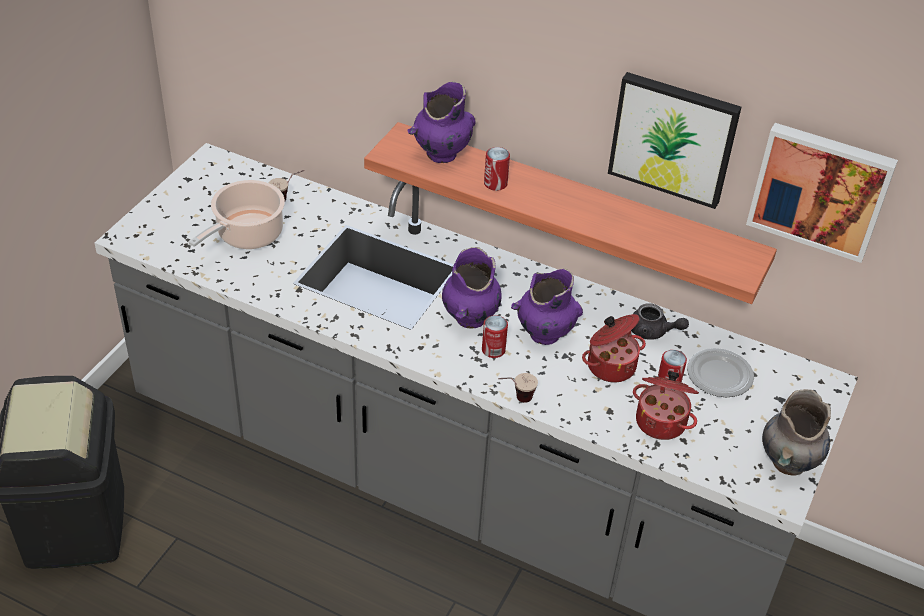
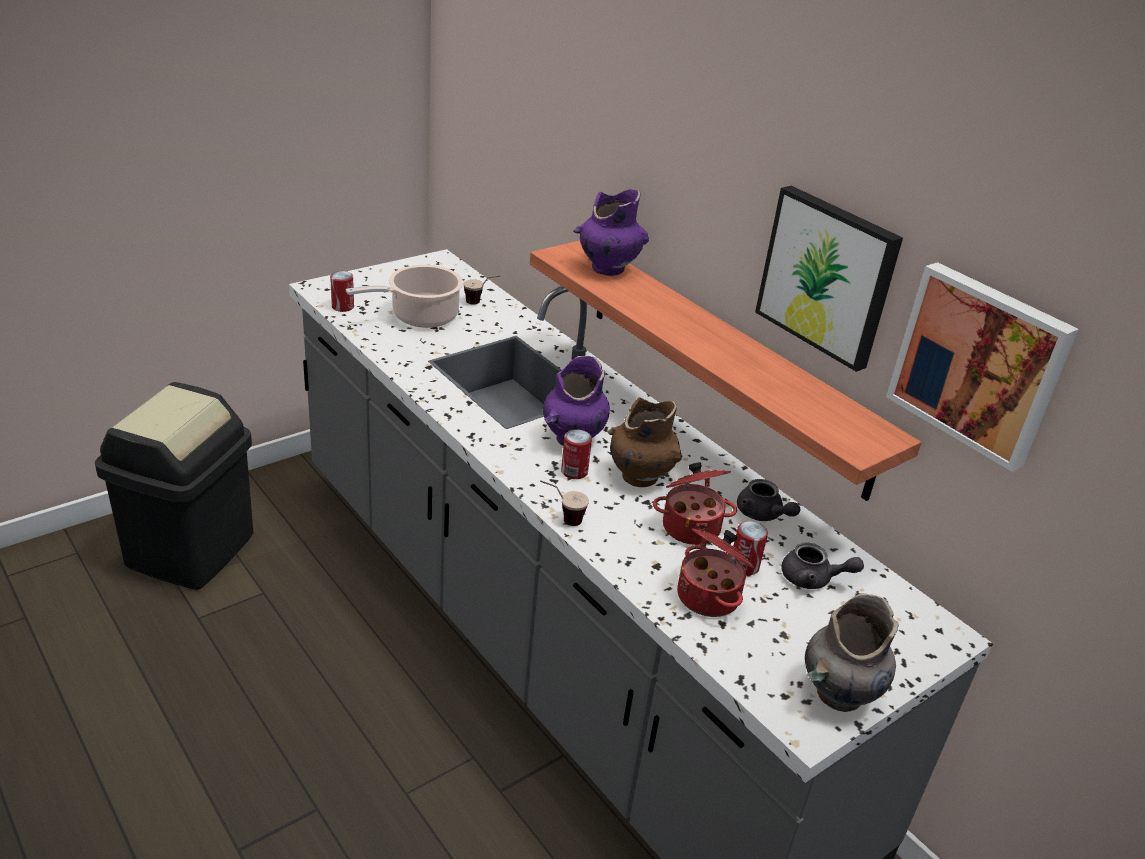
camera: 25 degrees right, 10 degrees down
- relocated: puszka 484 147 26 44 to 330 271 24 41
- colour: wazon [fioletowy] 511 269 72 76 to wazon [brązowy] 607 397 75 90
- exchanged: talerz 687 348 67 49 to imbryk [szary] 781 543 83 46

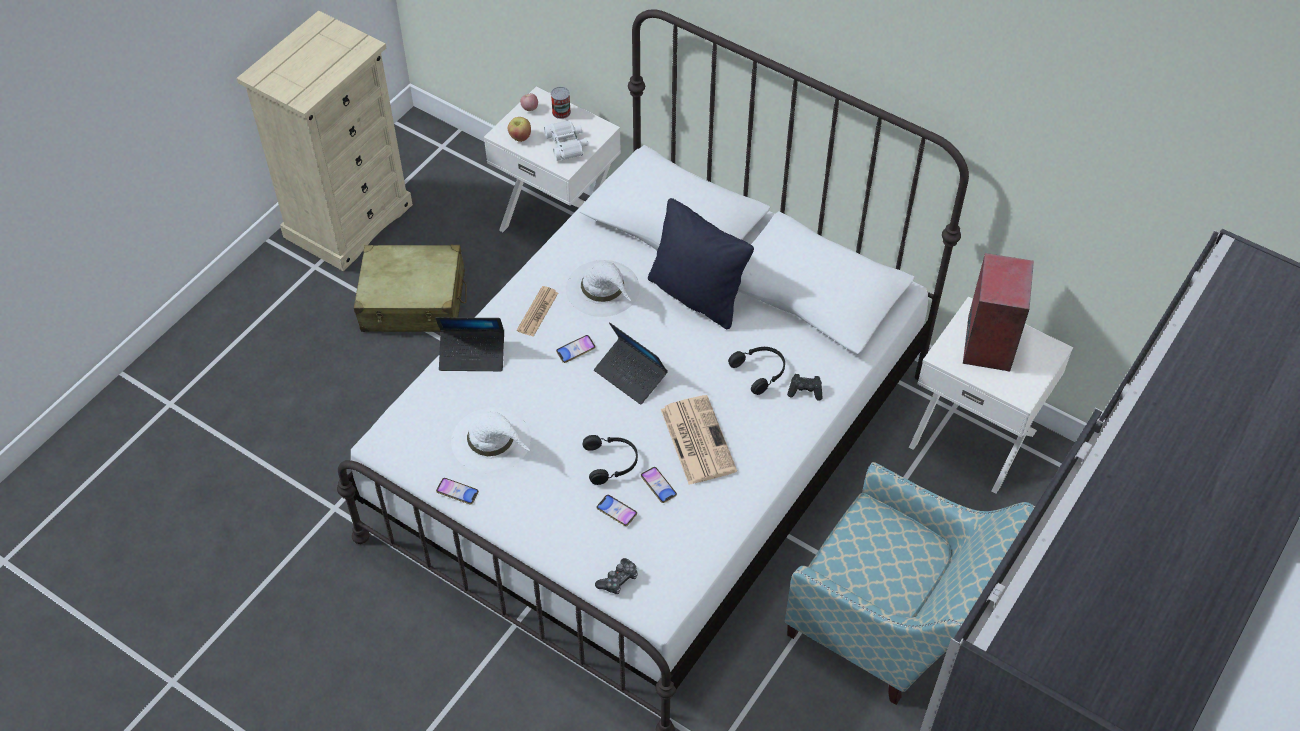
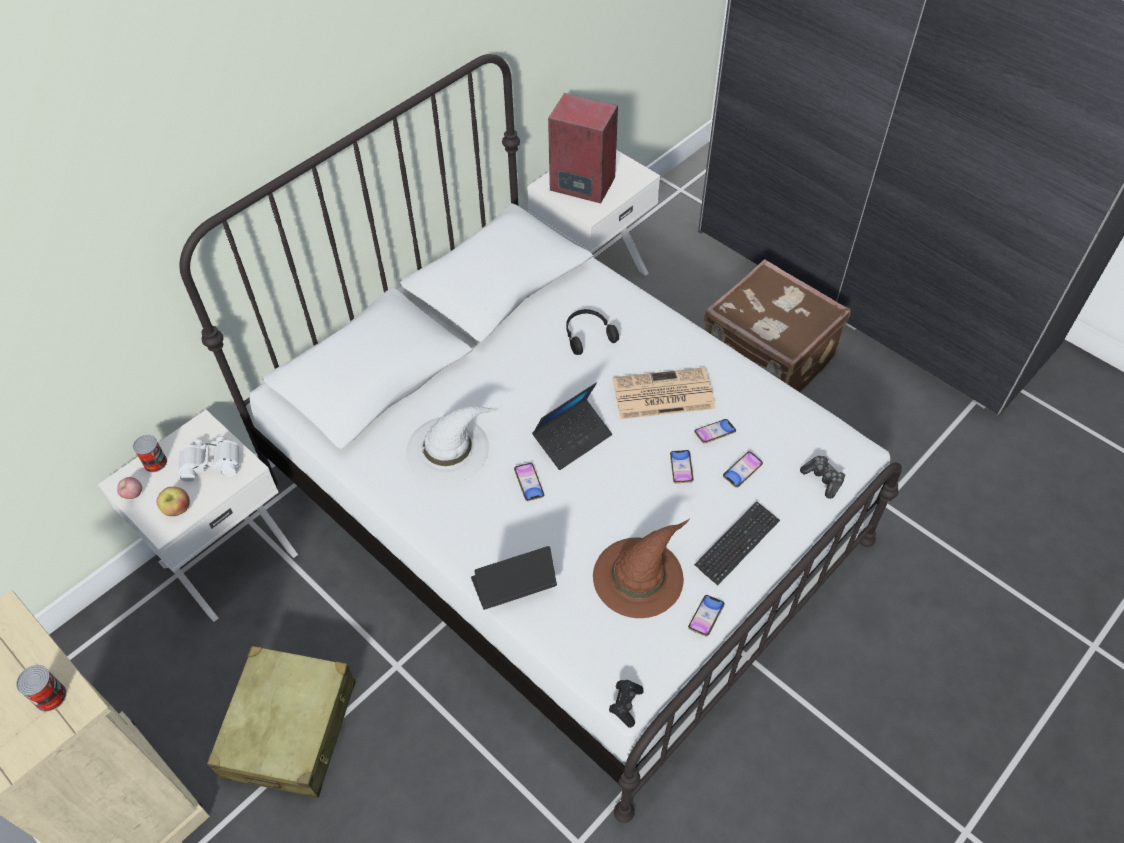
camera: 80 degrees left, 0 degrees up
- spun: laptop 435 317 69 54 = 471 546 86 64 120 degrees counterclockwise
- colour: kapelusz [biały] 451 407 80 66 to kapelusz [brązowy] 593 519 96 99
- missing: gazeta 517 286 41 51
- exchanged: słuchawki [czarny] 583 435 55 50 to telefon 670 450 24 33
- missing: poduszka [czarny] 648 198 106 131
- exchanged: fotel 785 462 250 243 to walizka [brązowy] 704 259 147 134
- relocated: pad do gier [czarny] 787 374 35 27 to 609 680 35 48
- appeared: puszka 16 665 51 47
- appeared: klawiatura 694 501 86 84

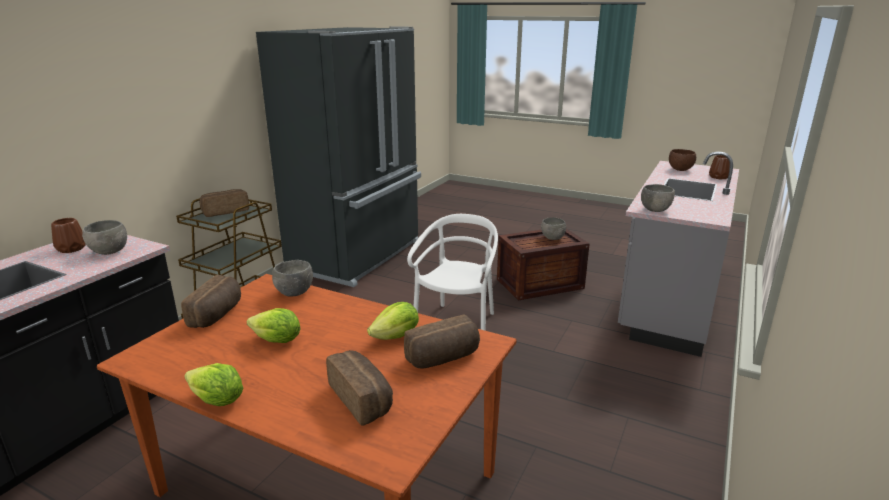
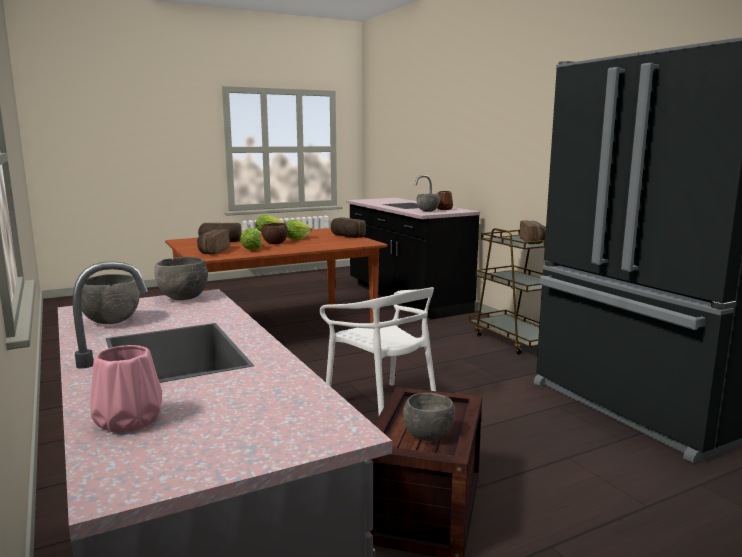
camera: 125 degrees right, 10 degrees down
- relocated: miska [szary] 272 260 41 36 to 81 274 59 50
- relocated: miska [brązowy] 669 149 27 22 to 261 223 27 21
- colour: wazon [brązowy] 709 155 21 24 to wazon [różowy] 90 345 72 88

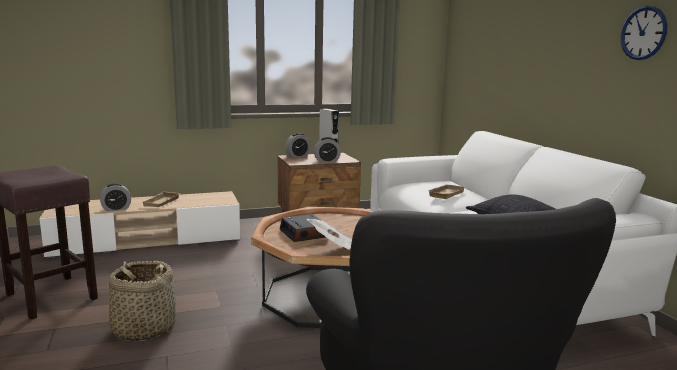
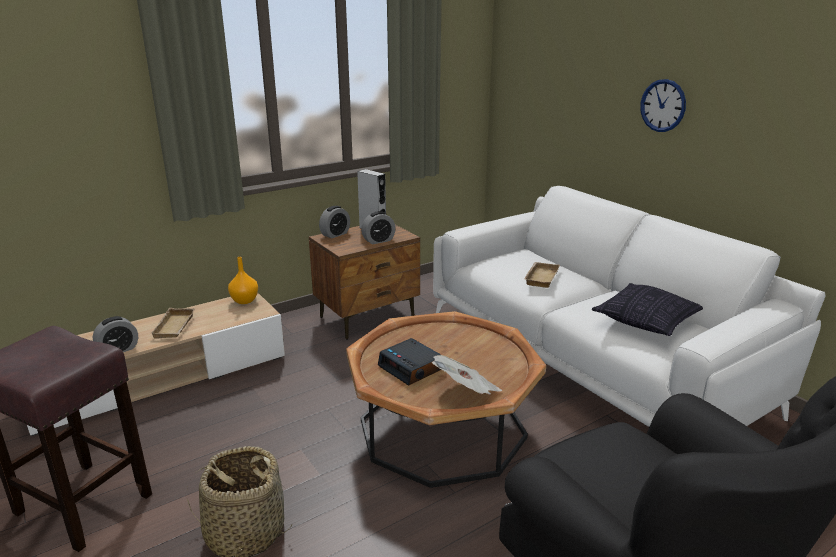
camera: 15 degrees left, 10 degrees up
- relocated: zegar ścienny 620 6 47 54 to 640 79 46 53
- appeared: wazon [pomarańczowy] 228 257 30 47

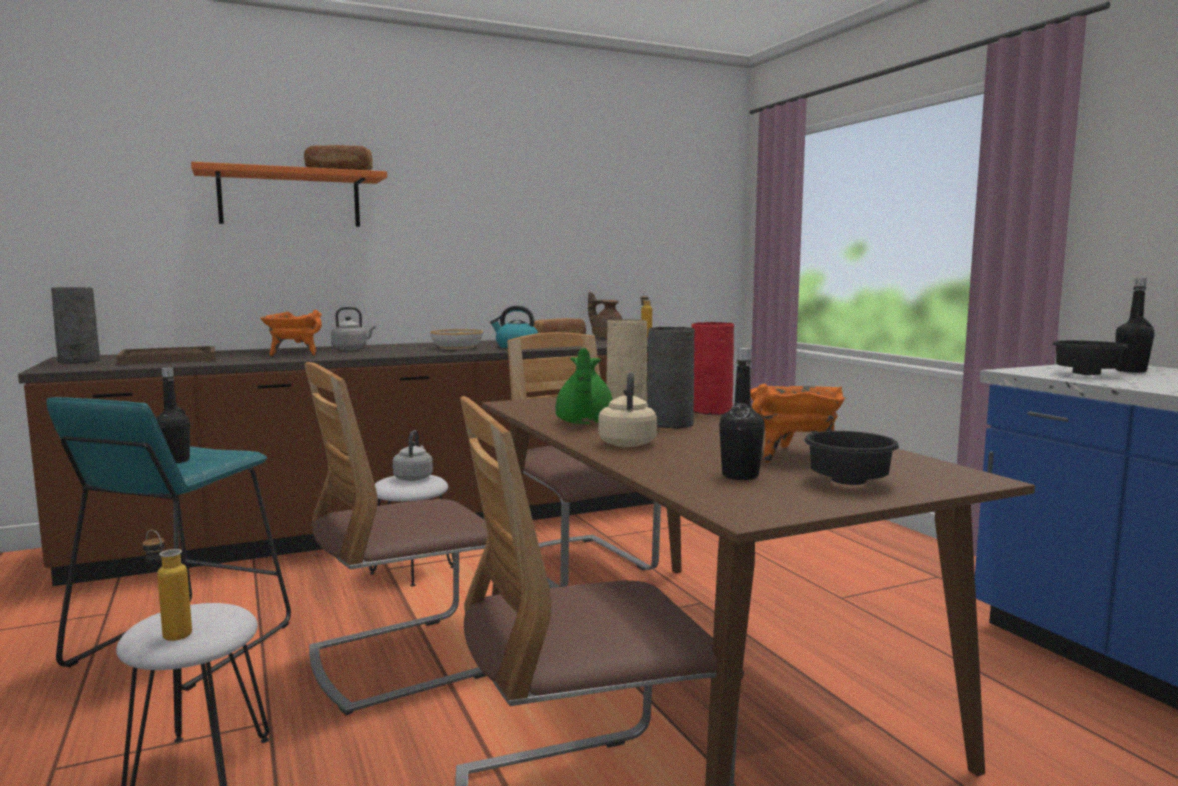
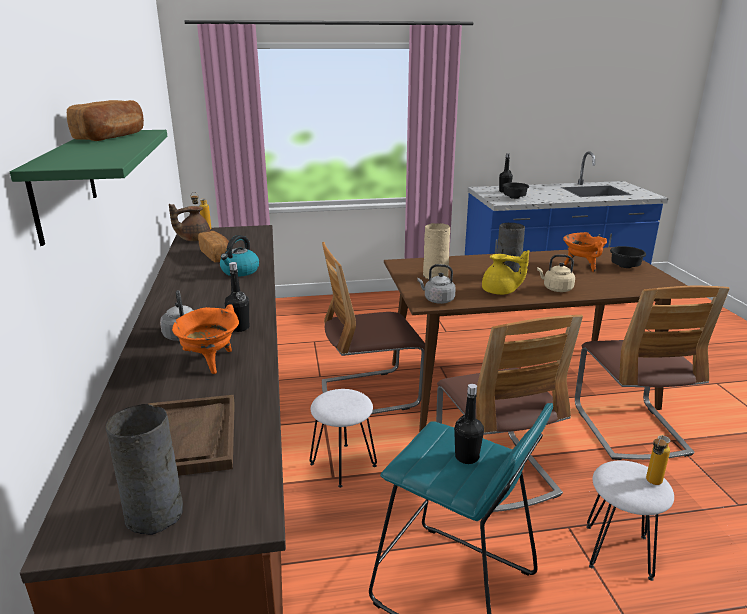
camera: 75 degrees left, 15 degrees up
- colour: półka [pomarańczowy] 191 162 196 65 to półka [zielony] 10 130 158 116
- relocated: czajnik [szary] 392 430 41 51 to 417 264 39 40
- missing: miska 430 329 53 21
- colour: imbryk [zielony] 555 348 58 76 to imbryk [żółty] 482 250 47 45
- missing: wazon [czerwony] 691 322 43 93
- relocated: butelka [czarny] 719 348 46 132 to 225 262 24 70

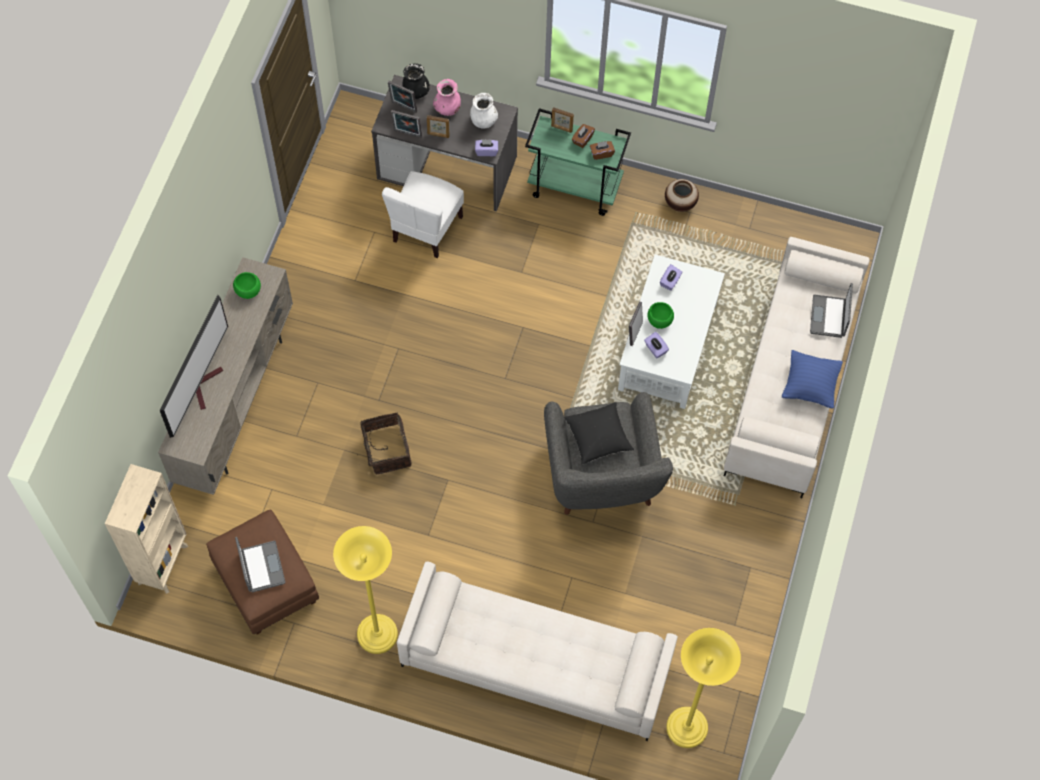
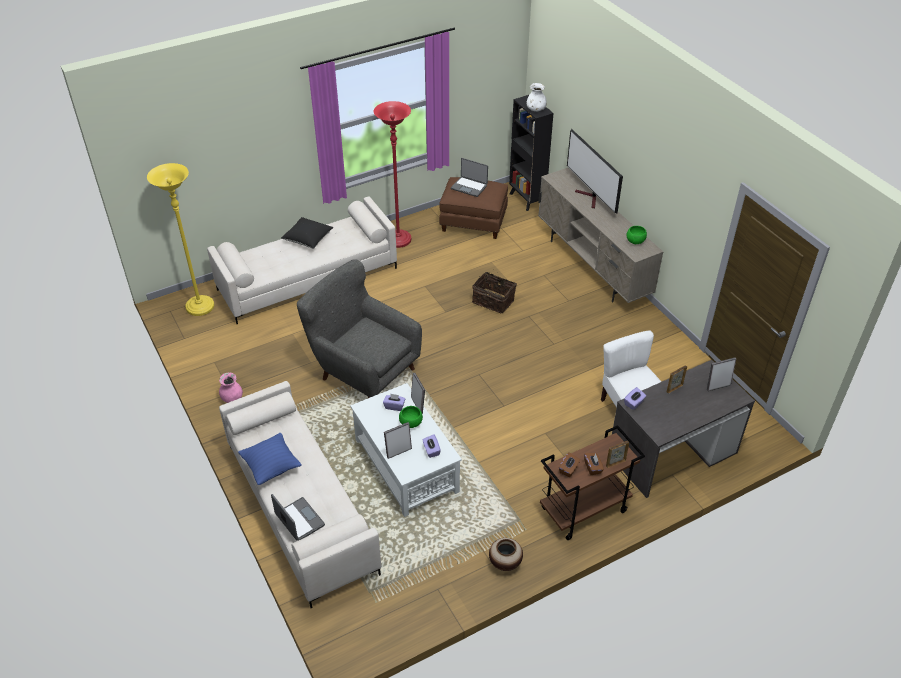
camera: 135 degrees right, 20 degrees down
- colour: regał [beżowy] 105 464 83 130 to regał [czarny] 509 95 45 116
- colour: lampa stojąca [żółty] 333 526 65 128 to lampa stojąca [czerwony] 374 101 37 147
- relocated: ramka na zdjęcie 391 110 31 28 to 384 422 28 37
- missing: wazon [czarny] 402 63 28 36
- relocated: wazon [różowy] 433 79 28 37 to 219 373 24 30
- relocated: wazon [biały] 470 93 28 36 to 526 83 21 28
- colour: wózek [zielony] 525 108 106 108 to wózek [brązowy] 540 425 105 115
- relocated: poduszka [czarny] 564 402 70 63 to 281 217 53 32

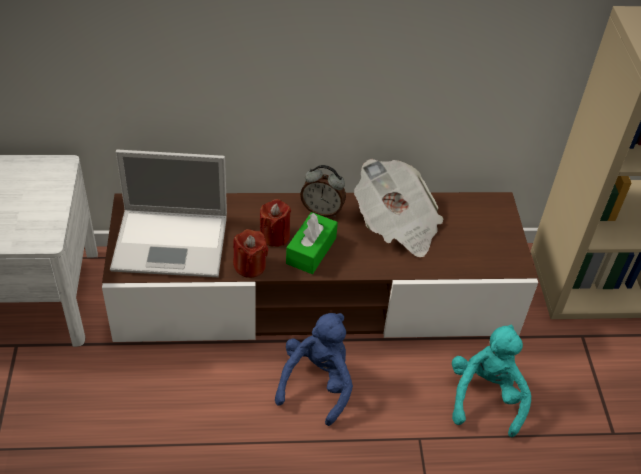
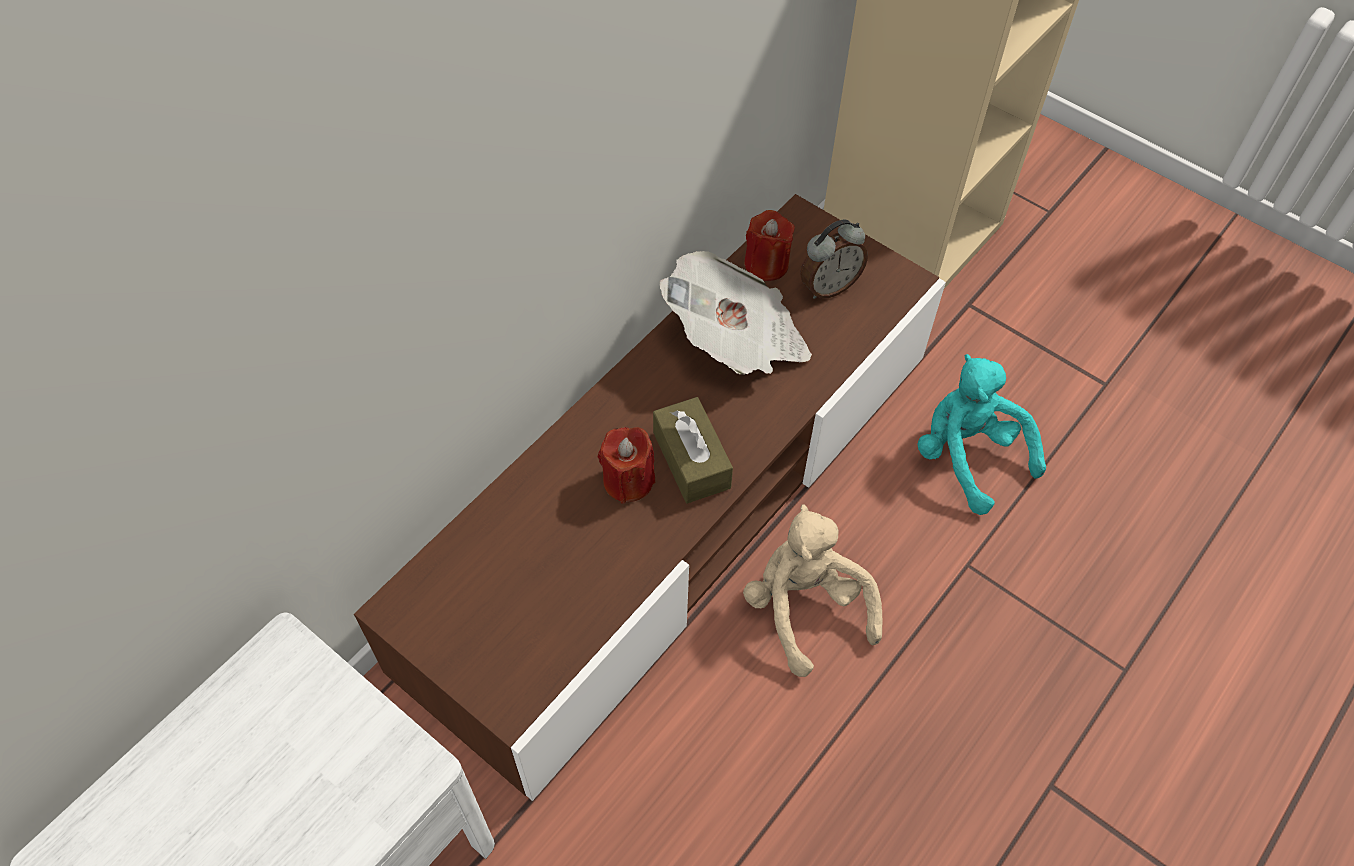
camera: 45 degrees left, 10 degrees up
- missing: laptop 110 150 117 127
- relocated: świeca [czerwony] 233 229 35 49 to 744 210 51 71
- colour: pluszak [niebieski] 275 313 78 113 to pluszak [beżowy] 743 504 139 173
- colour: pudełko chusteczek [zielony] 286 212 52 62 to pudełko chusteczek [brązowy] 653 397 80 107
- relocated: budzik 300 165 46 52 to 800 219 68 80

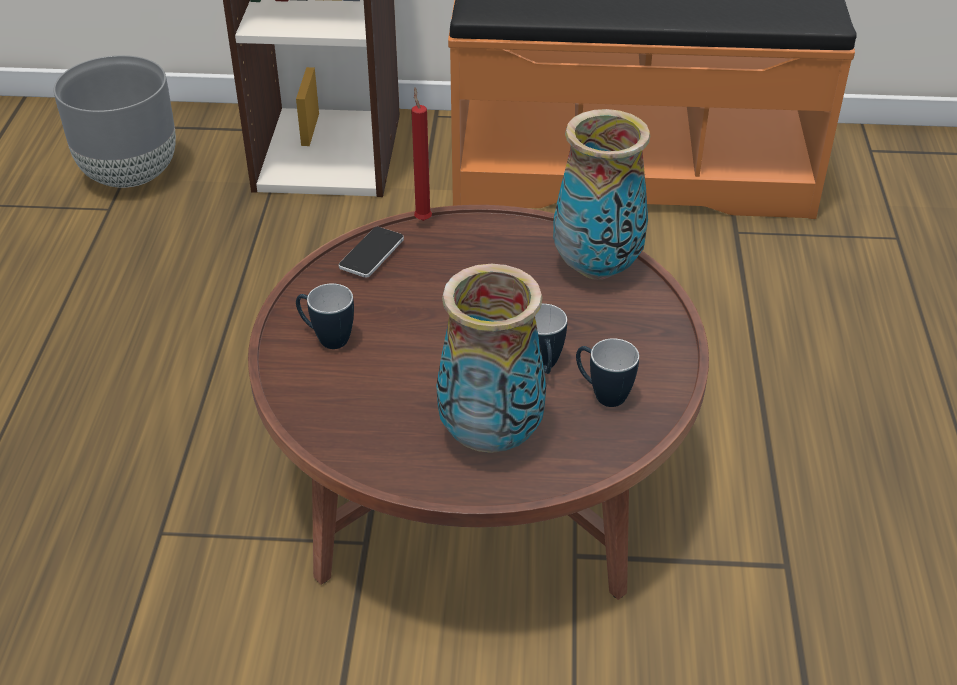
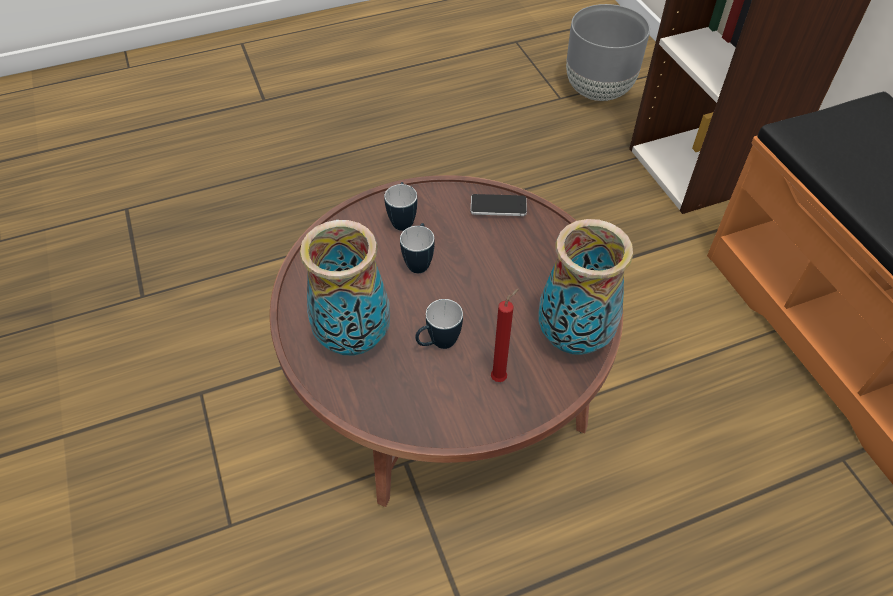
camera: 65 degrees right, 10 degrees up
- relocated: świeca [czerwony] 411 88 21 133 to 491 289 28 93
- relocated: kubek 576 338 63 69 to 400 223 35 50

